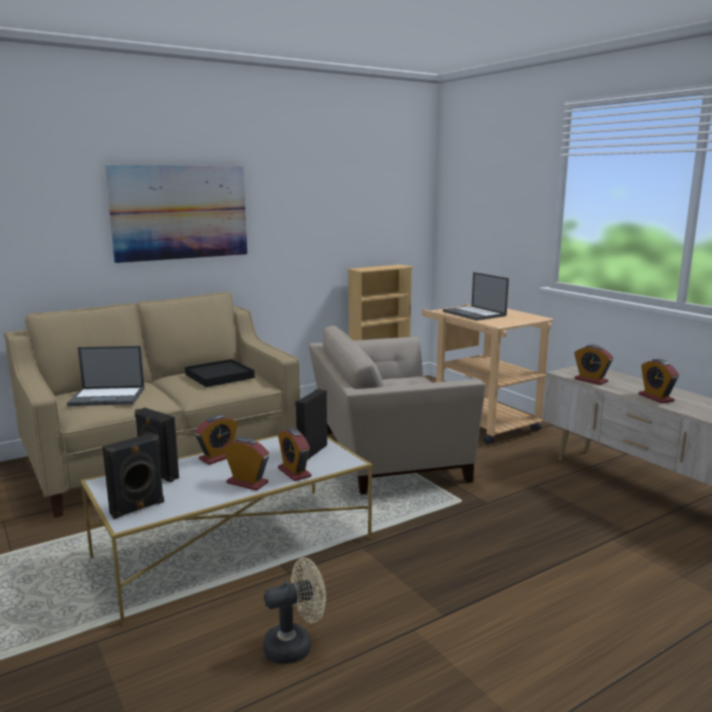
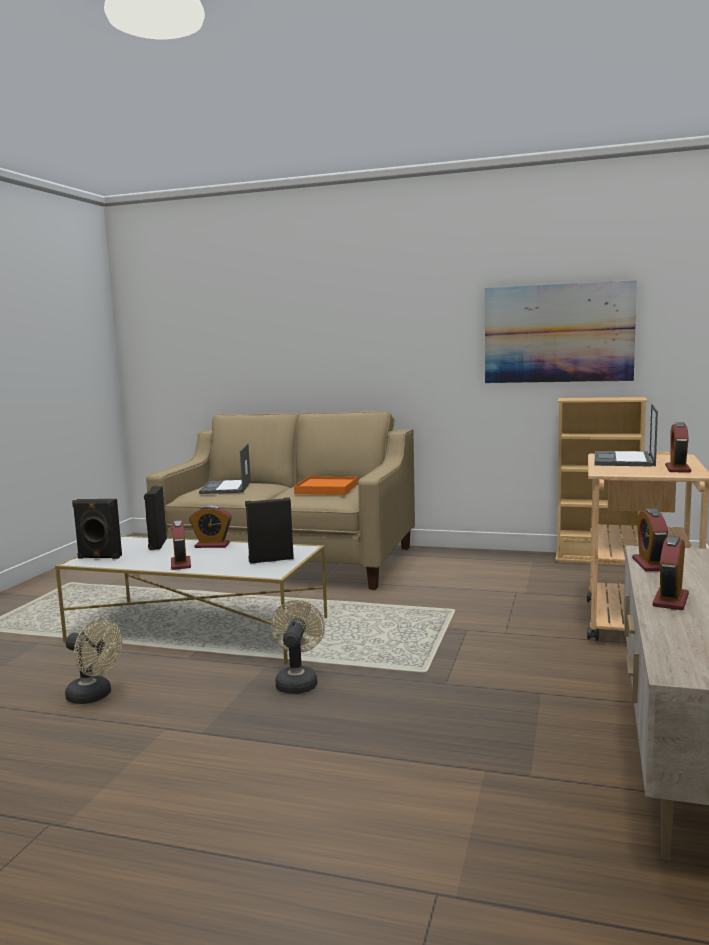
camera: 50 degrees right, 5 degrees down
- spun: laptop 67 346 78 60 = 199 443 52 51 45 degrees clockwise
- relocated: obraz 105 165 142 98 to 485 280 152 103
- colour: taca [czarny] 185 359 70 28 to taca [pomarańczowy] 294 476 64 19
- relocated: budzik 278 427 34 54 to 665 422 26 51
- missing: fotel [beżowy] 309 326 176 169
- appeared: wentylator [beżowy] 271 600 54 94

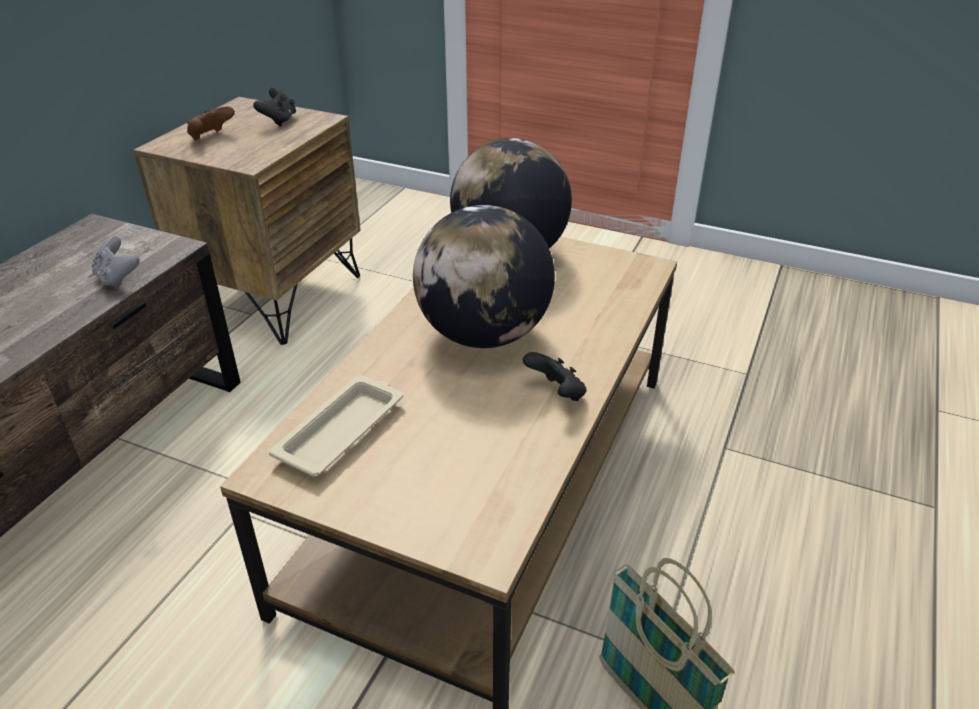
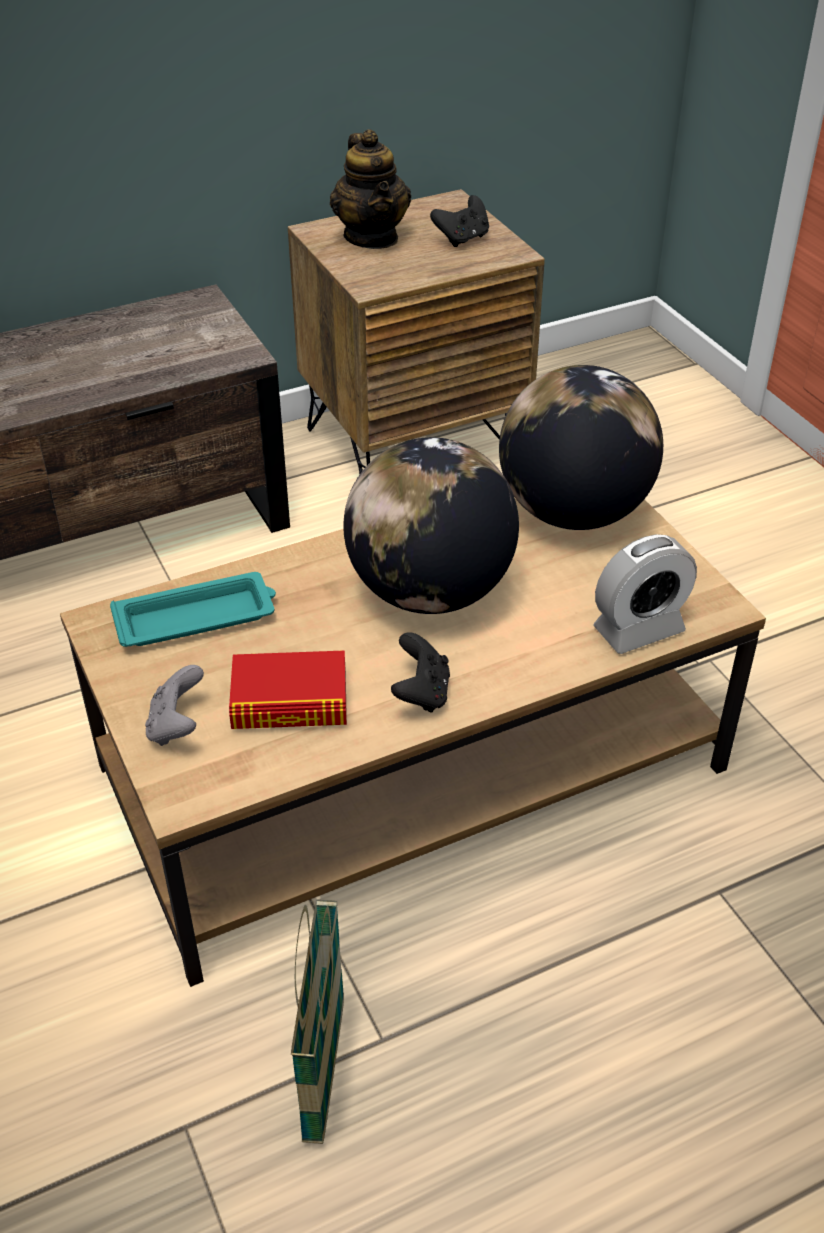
camera: 40 degrees right, 5 degrees up
- relocated: pad do gier [szary] 92 236 48 53 to 145 665 59 81
- exchanged: pad do gier [brązowy] 187 106 48 35 to imbryk 330 129 81 120
- colour: taca [beżowy] 268 375 135 102 to taca [turkusowy] 110 572 166 75
- appeared: książka 229 650 118 79
- appeared: budzik 593 534 104 120

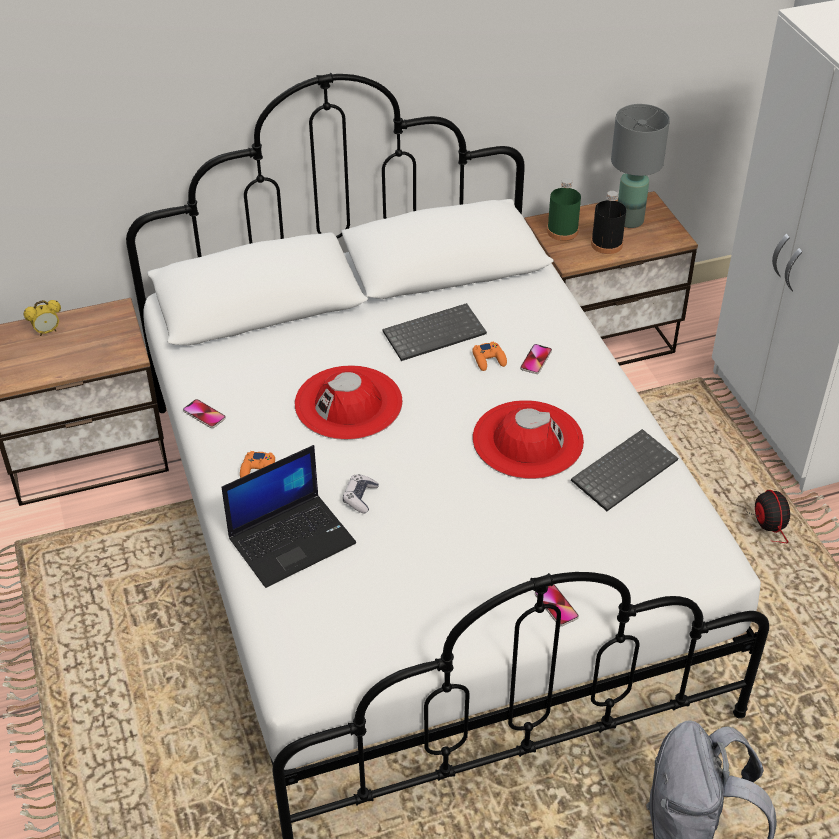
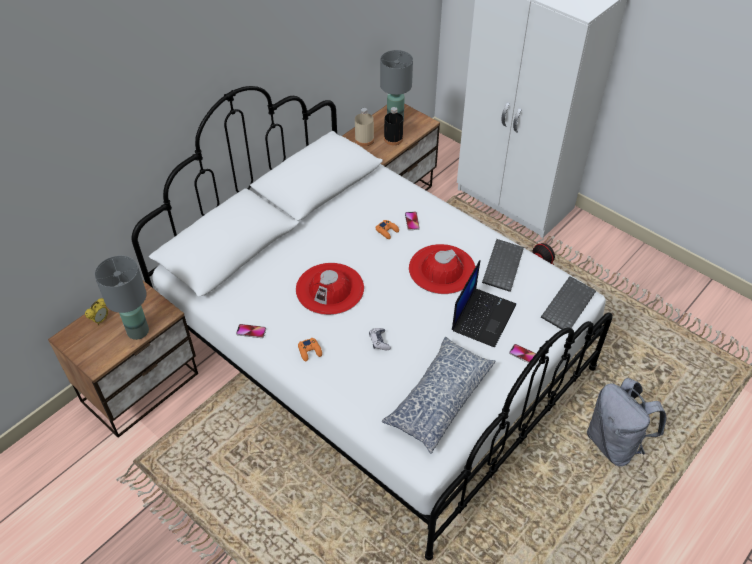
camera: 30 degrees left, 5 degrees up
- relocated: laptop 222 445 134 143 to 452 260 64 88
- relocated: klawiatura 383 303 104 58 to 541 276 55 54
- colour: butelka [zielony] 547 178 34 63 to butelka [beżowy] 355 108 19 38
- appeared: lampa stołowa [szary] 95 255 54 85
- appeared: poduszka 382 337 114 117

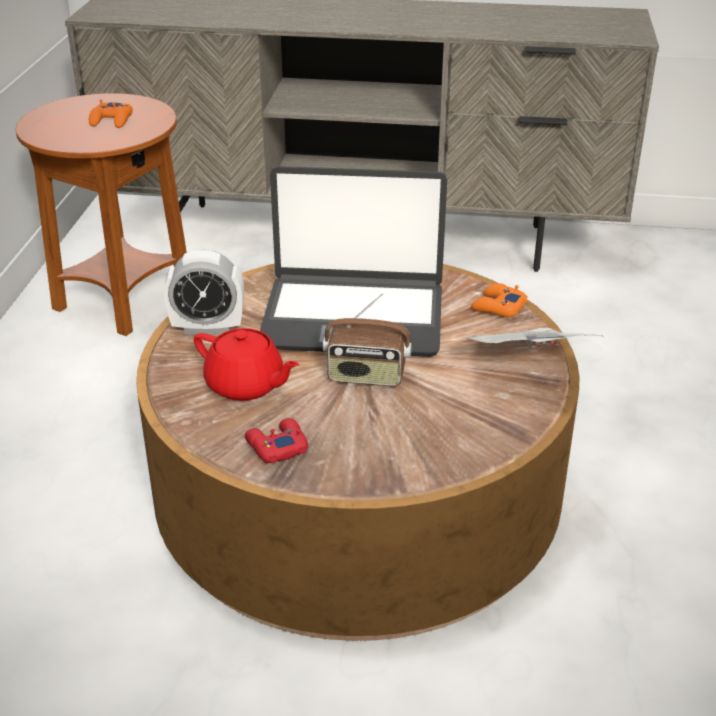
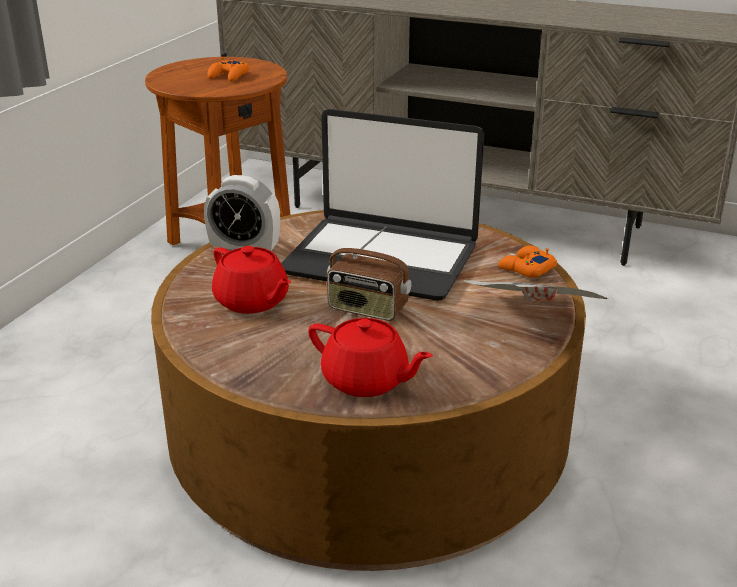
camera: 15 degrees right, 5 degrees down
- missing: pad do gier [czerwony] 245 418 63 45
- appeared: imbryk [czerwony] 308 318 125 79

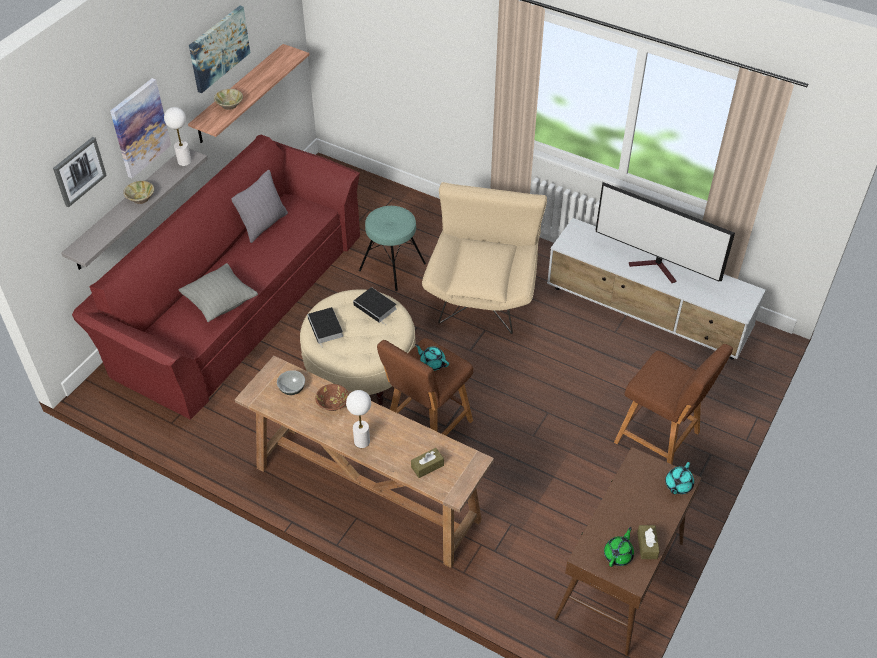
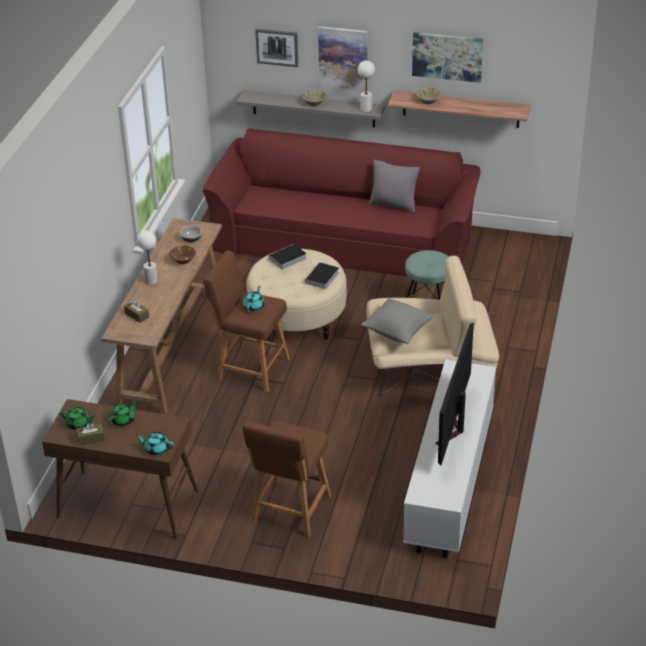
camera: 75 degrees right, 10 degrees down
- relocated: poduszka [szary] 178 263 80 59 to 361 298 73 46
- appeared: imbryk [zielony] 108 399 29 27

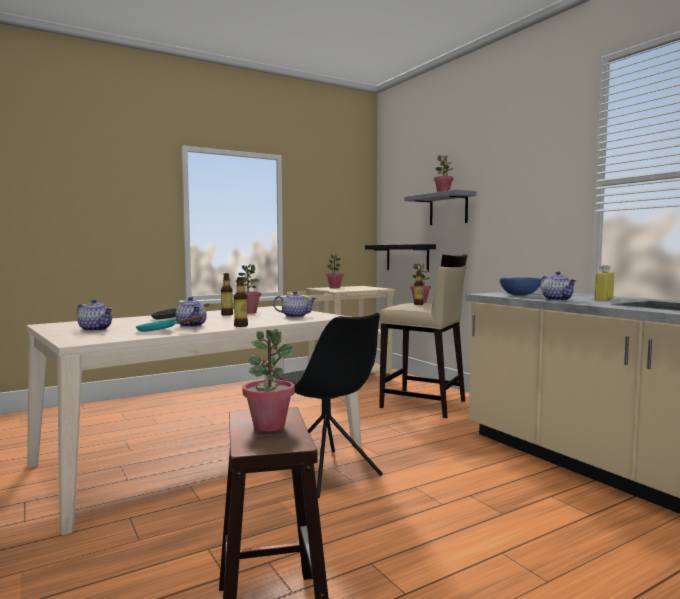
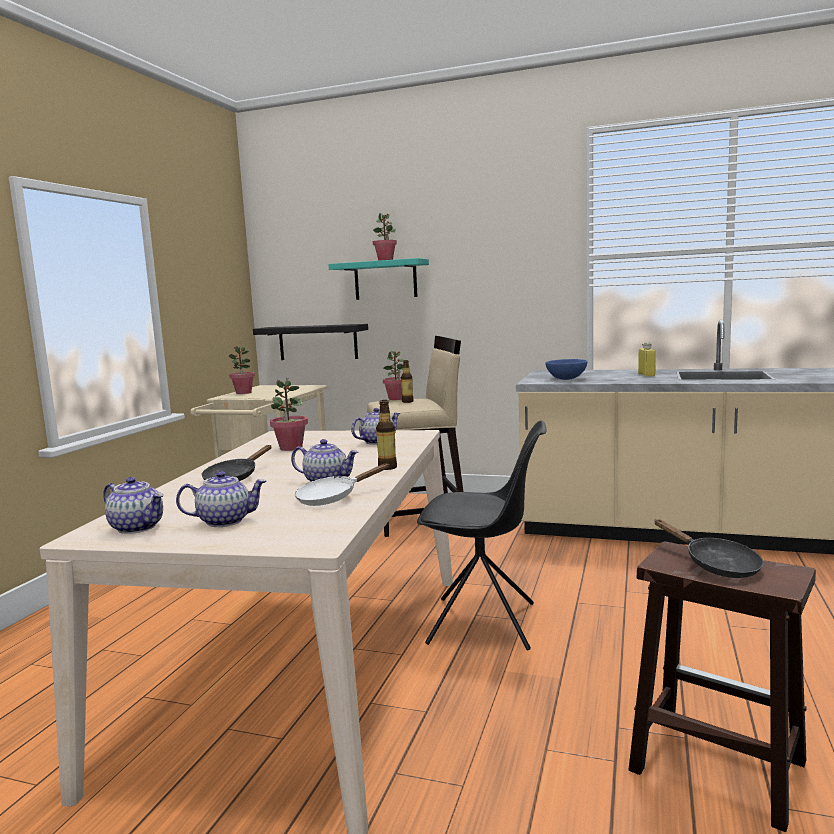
camera: 40 degrees left, 5 degrees up
- colour: patelnia [turkusowy] 136 316 67 16 to patelnia [biały] 295 463 95 43
- missing: butelka 221 273 12 43
- exchanged: roślina doniczkowa 243 329 52 102 to patelnia [czarny] 654 519 110 59
- colour: półka [szary] 404 189 72 36 to półka [turkusowy] 328 258 101 42
- relocated: imbryk 540 271 37 30 to 103 477 61 57

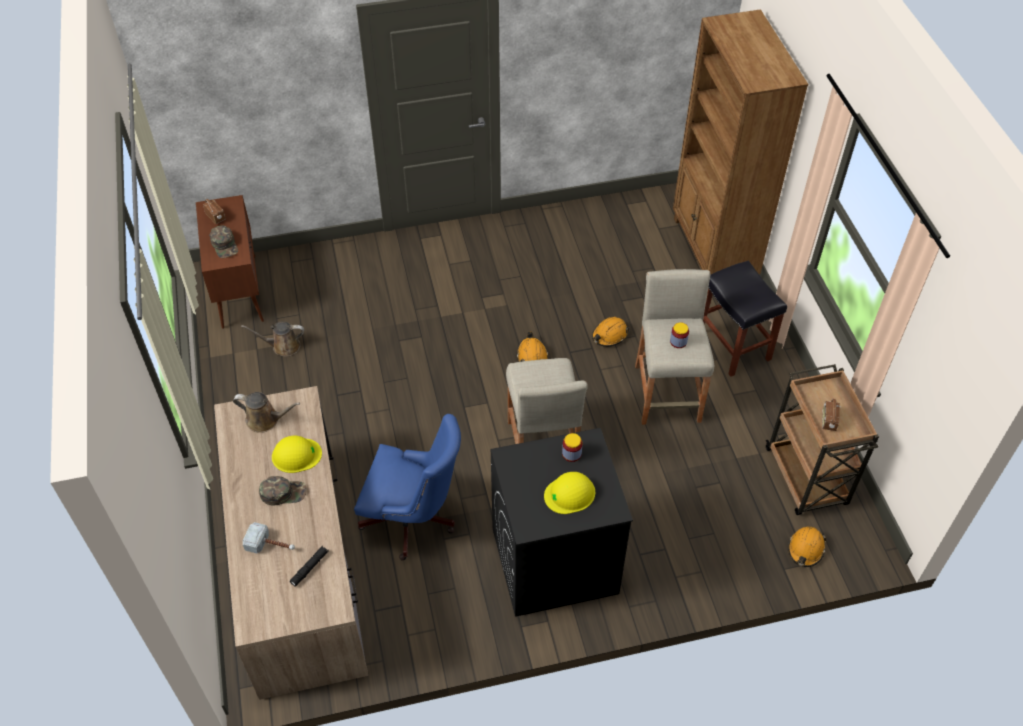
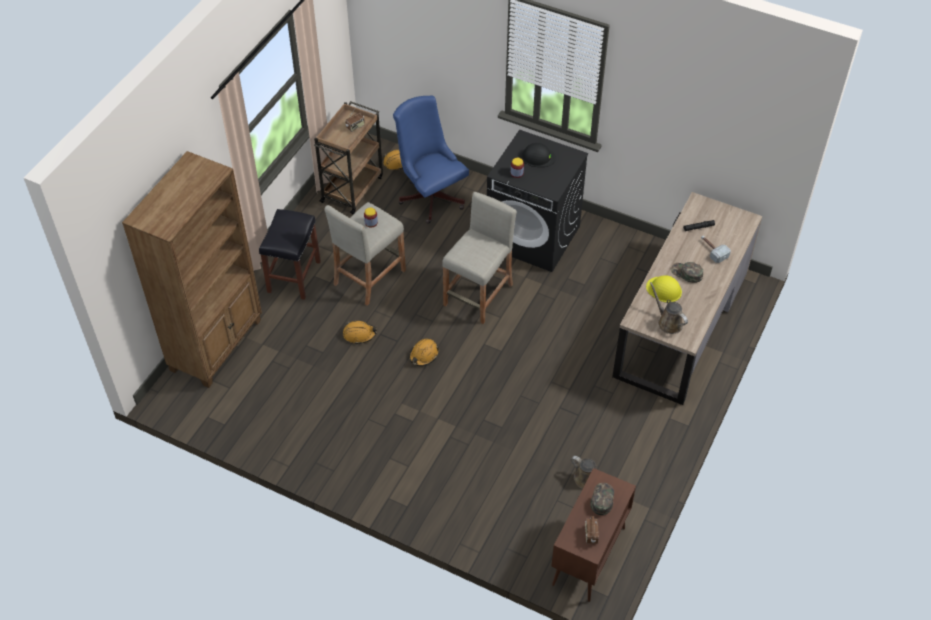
camera: 140 degrees left, 0 degrees up
- relocated: krzesło biurowe [niebieski] 354 414 107 147 to 393 96 76 127
- colour: kask [żółty] 544 472 52 42 to kask [czarny] 521 143 35 24

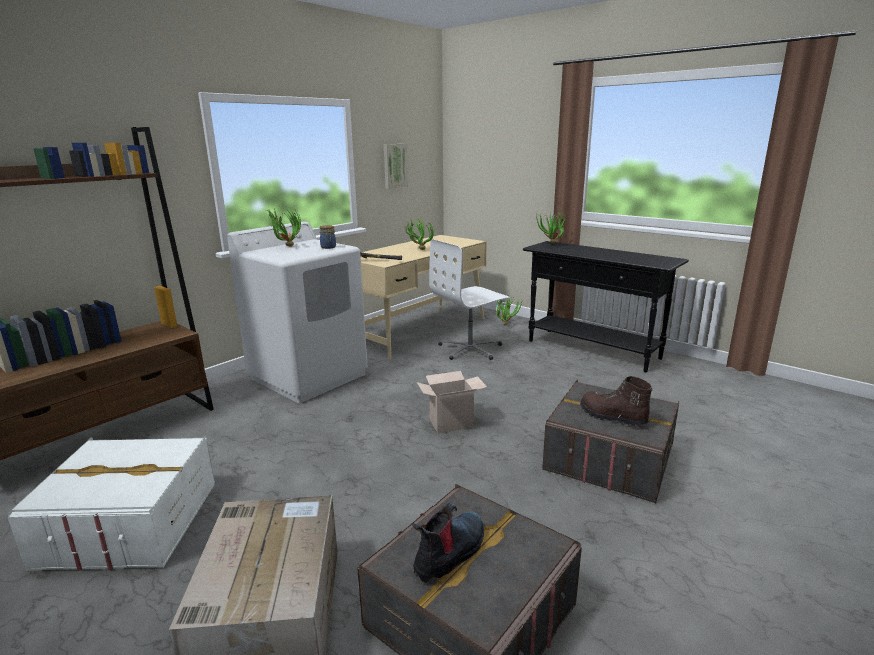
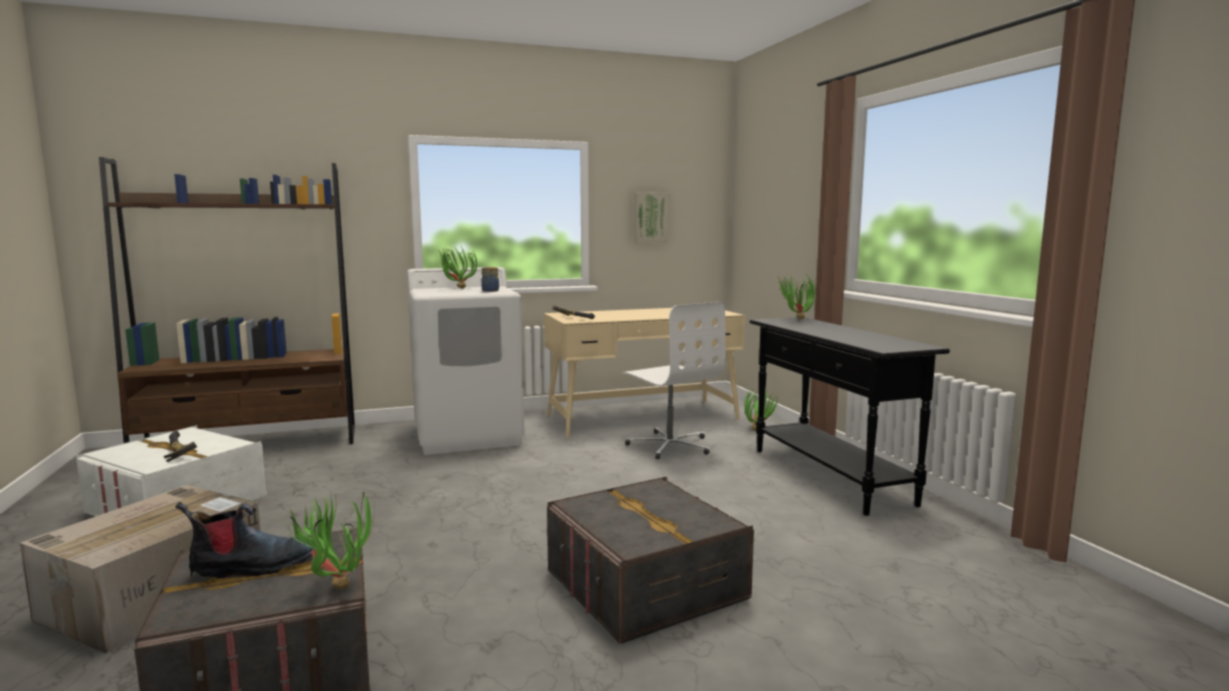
camera: 30 degrees right, 10 degrees down
- relocated: roślina doniczkowa 404 217 30 33 to 283 491 91 99
- missing: karton 417 371 70 63
- spun: krzesło biurowe [biały] 429 239 82 121 = 622 302 104 157 120 degrees counterclockwise
- missing: but z cholewką [brązowy] 580 376 72 50
- appeared: młotek 163 431 34 31

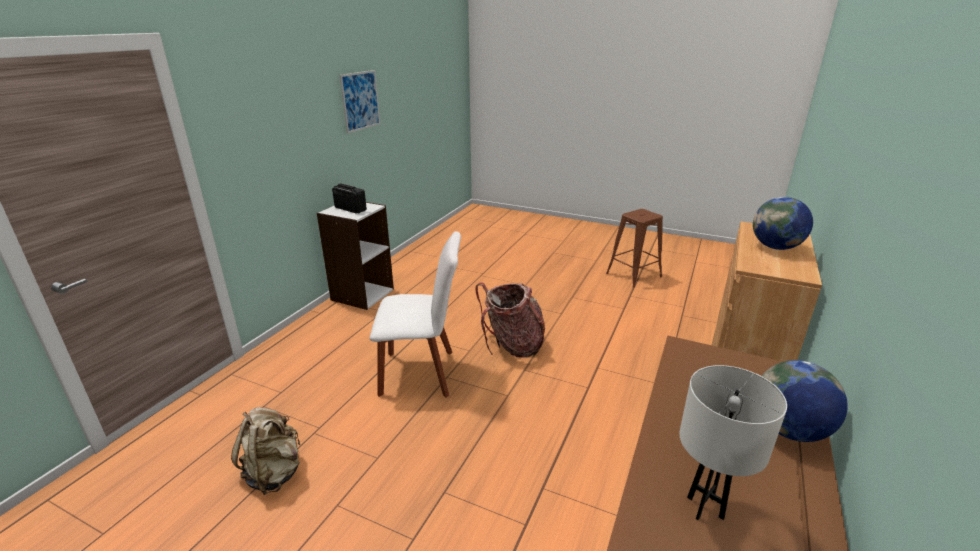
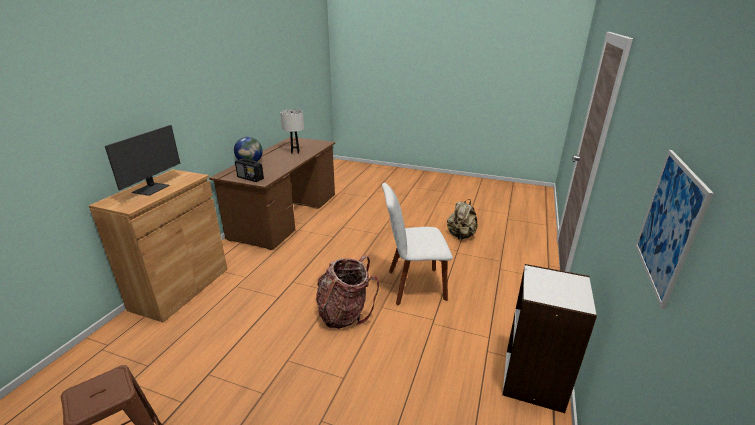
camera: 175 degrees right, 0 degrees up
- relocated: radio 332 183 35 31 to 235 158 29 24
- exchanged: globus 753 197 60 53 to monitor 105 125 75 71

